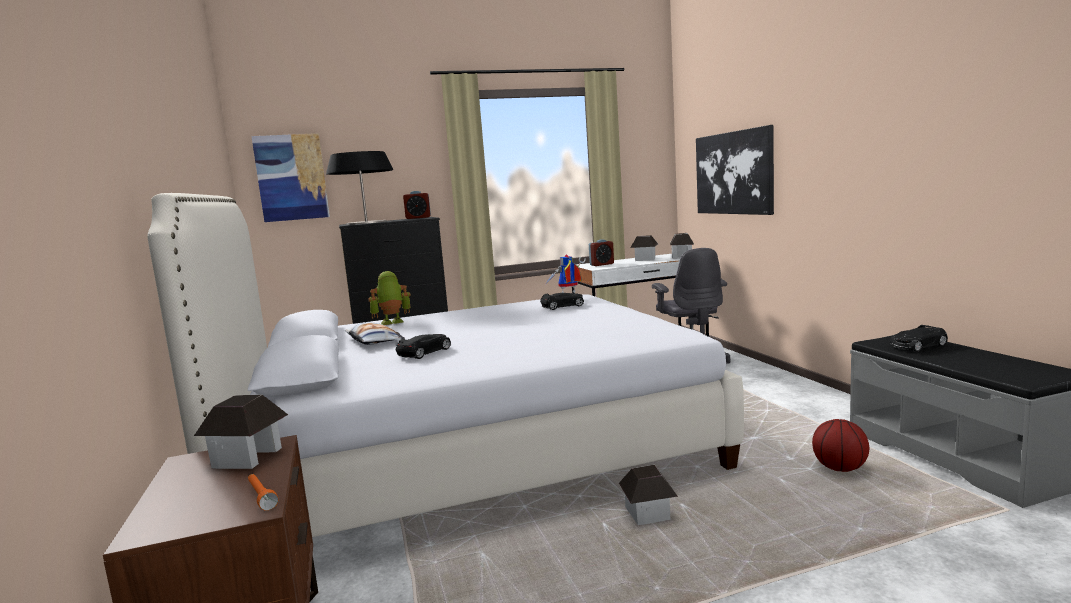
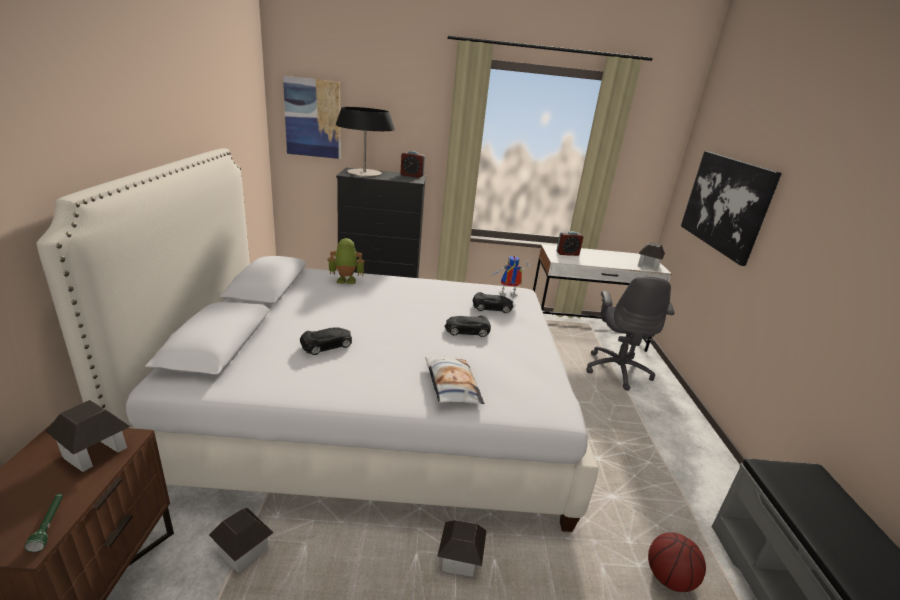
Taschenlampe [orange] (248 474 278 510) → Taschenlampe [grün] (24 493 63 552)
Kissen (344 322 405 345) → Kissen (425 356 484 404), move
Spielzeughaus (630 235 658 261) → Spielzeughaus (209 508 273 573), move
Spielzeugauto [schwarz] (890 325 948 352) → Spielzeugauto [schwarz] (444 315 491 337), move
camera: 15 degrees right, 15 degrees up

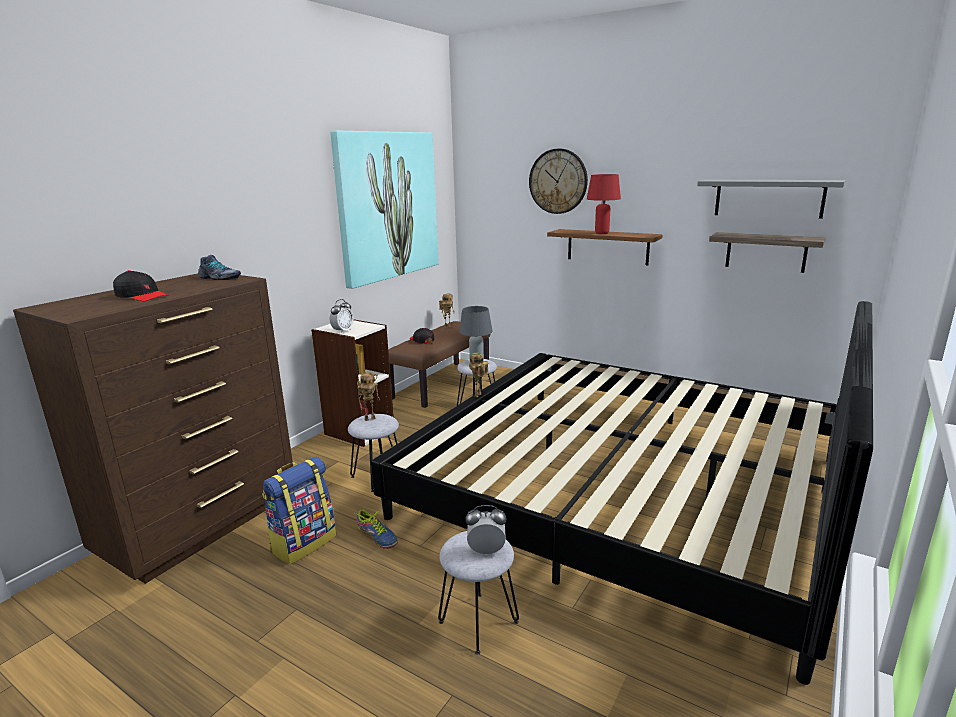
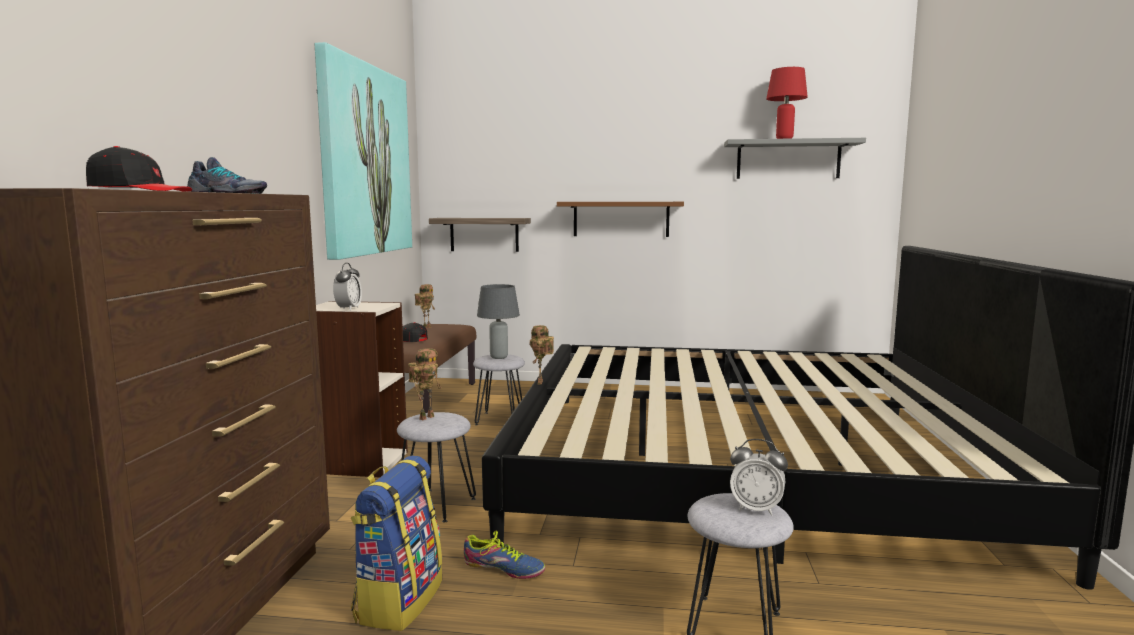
Wecker (465 505 506 555) → Wecker (730 439 788 516), 135 degrees counterclockwise
Wanduhr (529 148 588 214) → -
Tischlampe [rot] (587 174 621 234) → Tischlampe [rot] (766 67 808 139), move
Wandregal (709 232 826 273) → Wandregal (429 218 531 252), move
camera: 25 degrees left, 10 degrees down

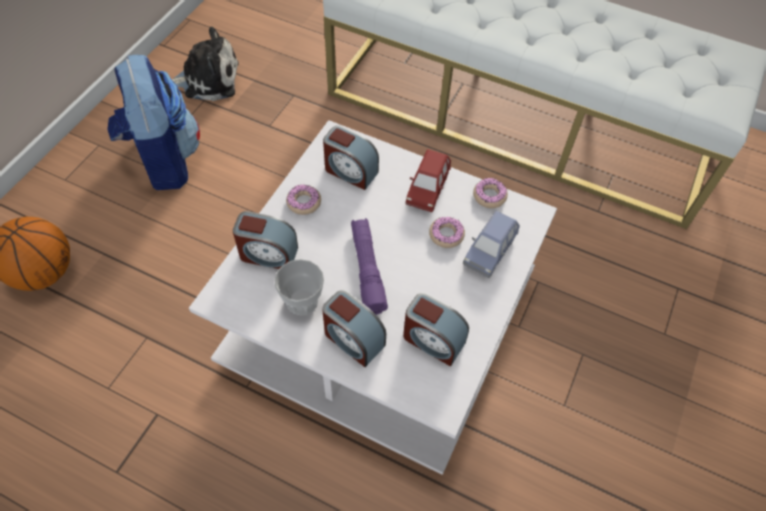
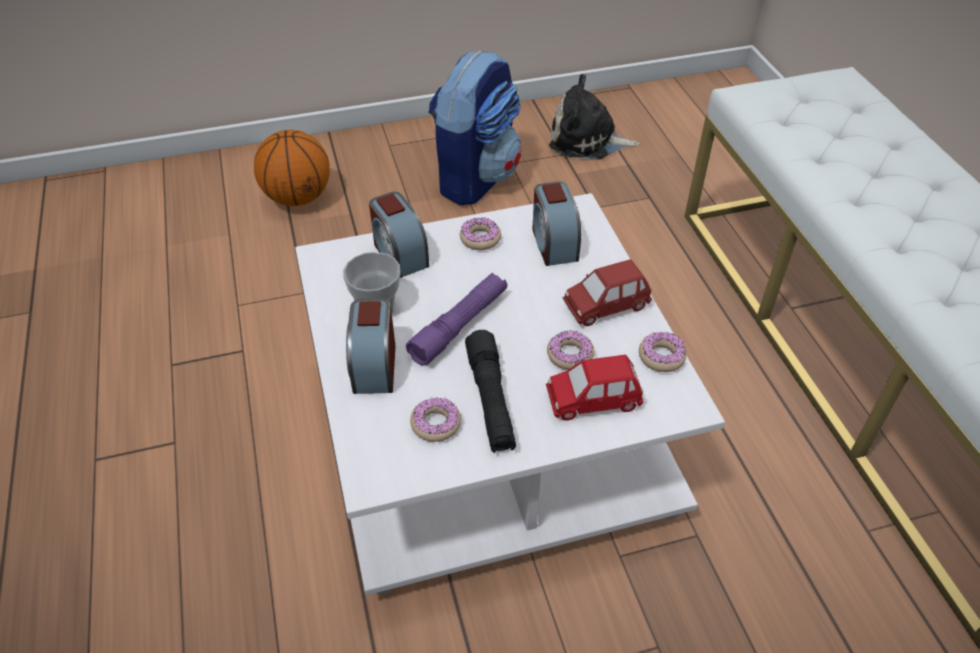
Plüschtier (172 27 239 101) → Plüschtier (549 74 640 160), 150 degrees clockwise
Wecker (403 293 469 367) → Donut (410 398 461 442)
Spielzeugauto [blau] (463 211 520 278) → Spielzeugauto [rot] (546 355 644 420)
- → Taschenlampe [schwarz] (465 330 516 453)
camera: 50 degrees right, 10 degrees down

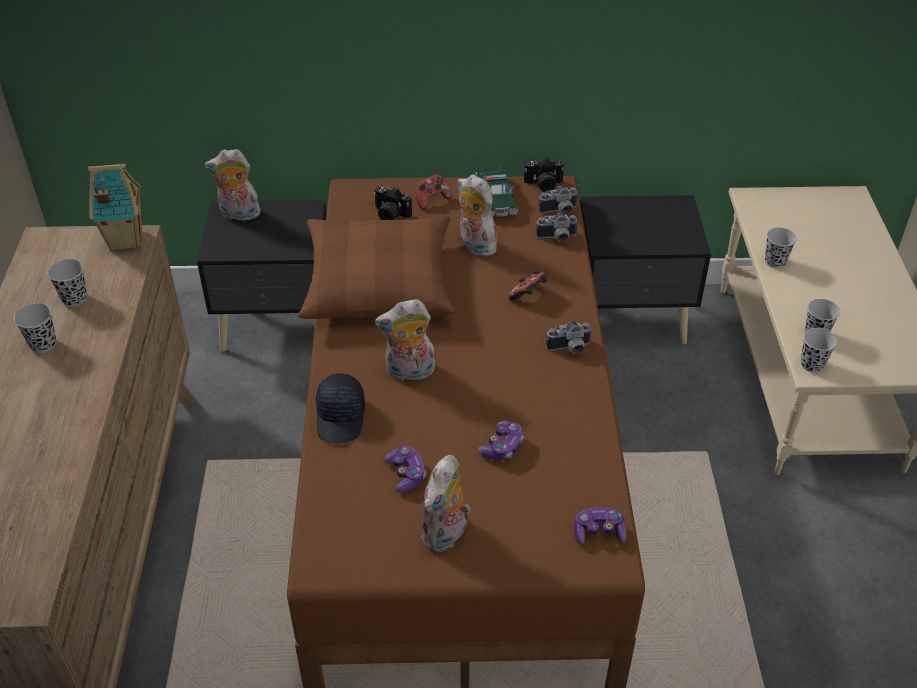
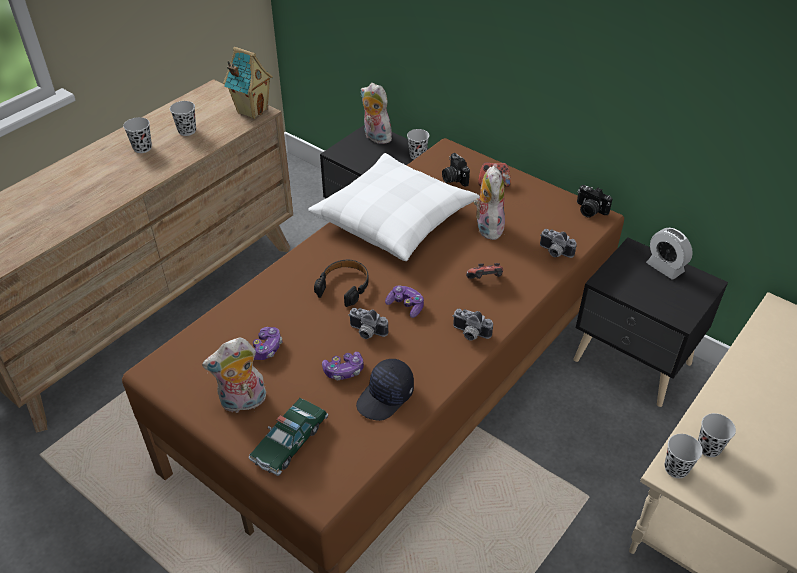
Kissen [braun] (298 216 455 319) → Kissen [weiß] (308 153 480 261)
Kappe [schwarz] (316 373 365 443) → Kappe [schwarz] (356 359 414 421), move
Plüschtier (375 299 435 381) → Kopfhörer [schwarz] (314 260 369 307)
Spielzeugauto (475 166 518 217) → Spielzeugauto (249 398 328 476), move
Kamera (539 186 579 214) → Kamera (348 308 388 339), move
Gamepad (574 507 626 545) → Gamepad (385 285 424 318), move
Tasse [schwarz] (765 227 797 268) → Tasse [schwarz] (407 129 429 160), move
- → Wecker (646 228 693 280)
camera: 40 degrees right, 0 degrees up

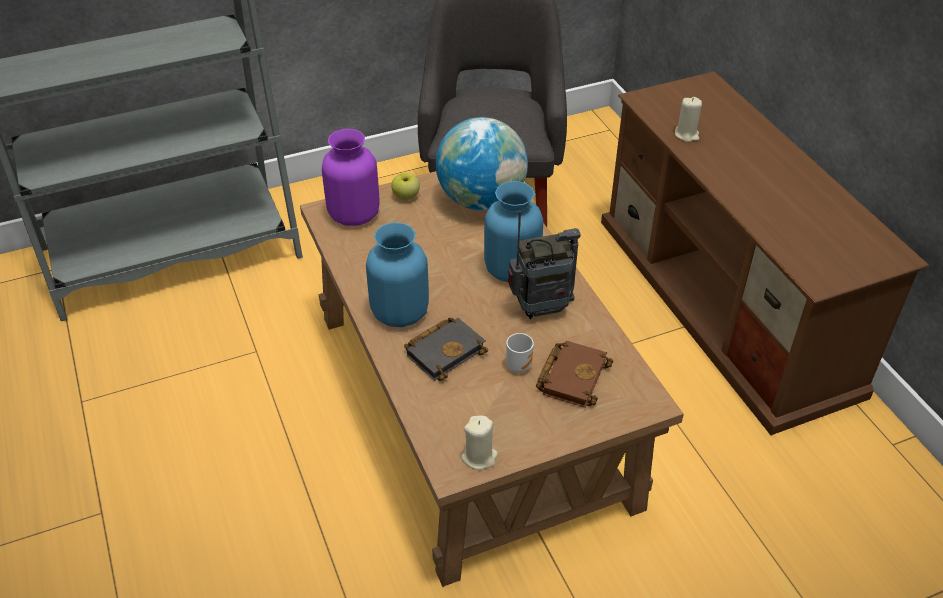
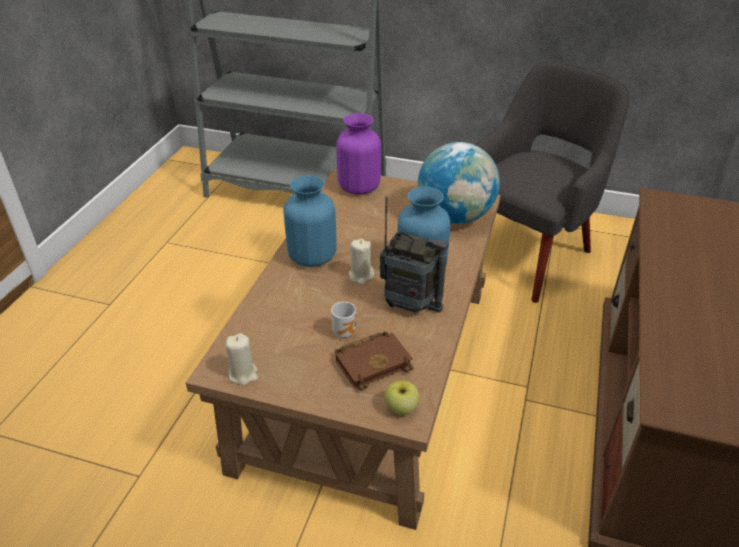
Apfel (391 173 420 200) → Apfel (385 381 420 415), move
Buch [schwarz] (404 317 488 381) → -
Kerze [beige] (675 97 702 142) → Kerze [beige] (349 239 374 285), move
camera: 40 degrees right, 5 degrees down

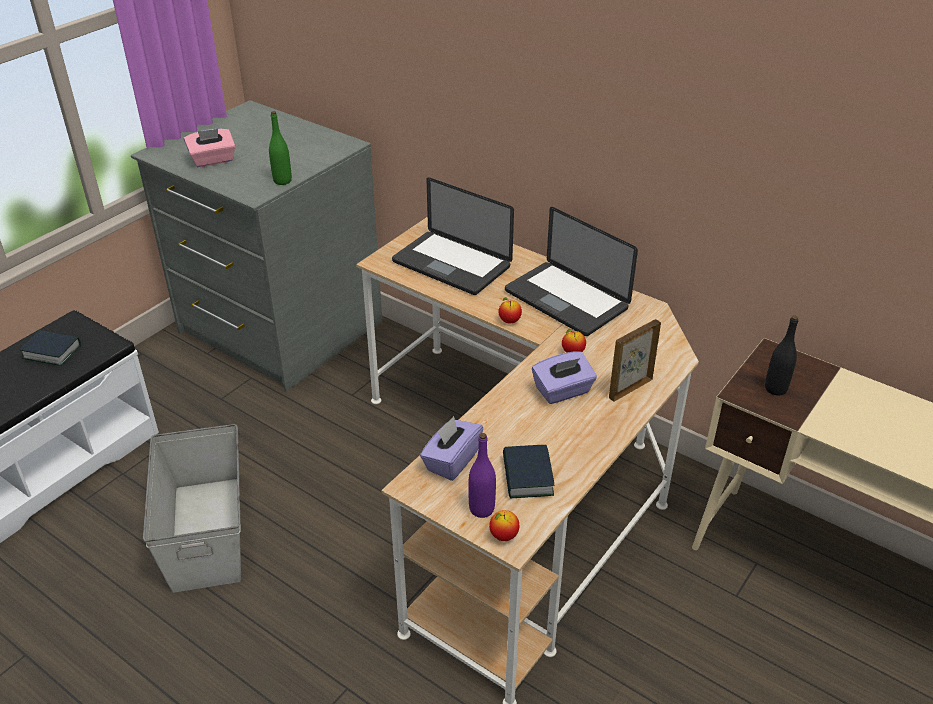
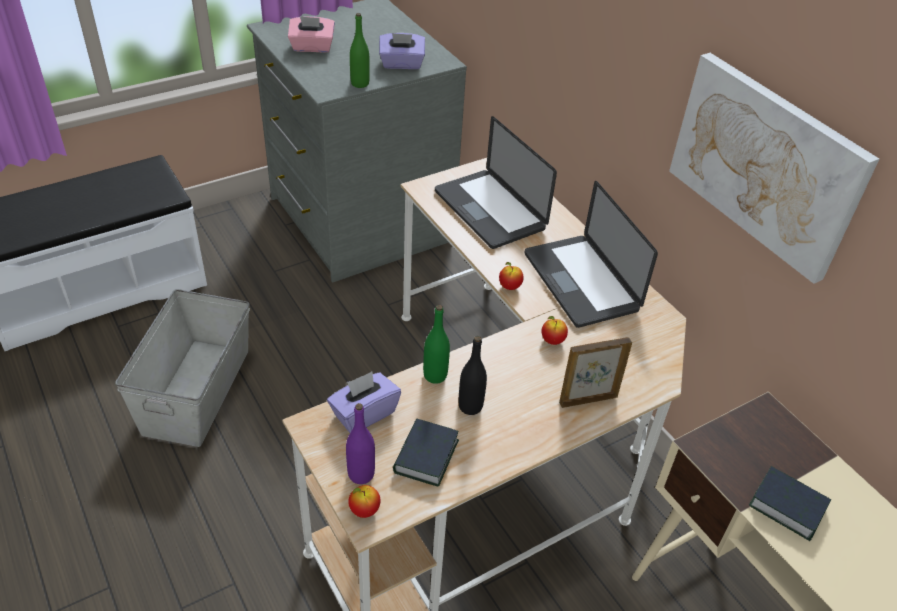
Buch (19 330 81 366) → Buch (749 466 832 541), move
Taschentuchbox [lila] (532 352 597 404) → Taschentuchbox [lila] (379 33 425 69), move
Flasche [schwarz] (765 315 798 395) → Flasche [schwarz] (459 336 487 415), move
- → Flasche [grün] (423 305 450 384)
- → Bild (669 53 879 284)
camera: 20 degrees right, 5 degrees up

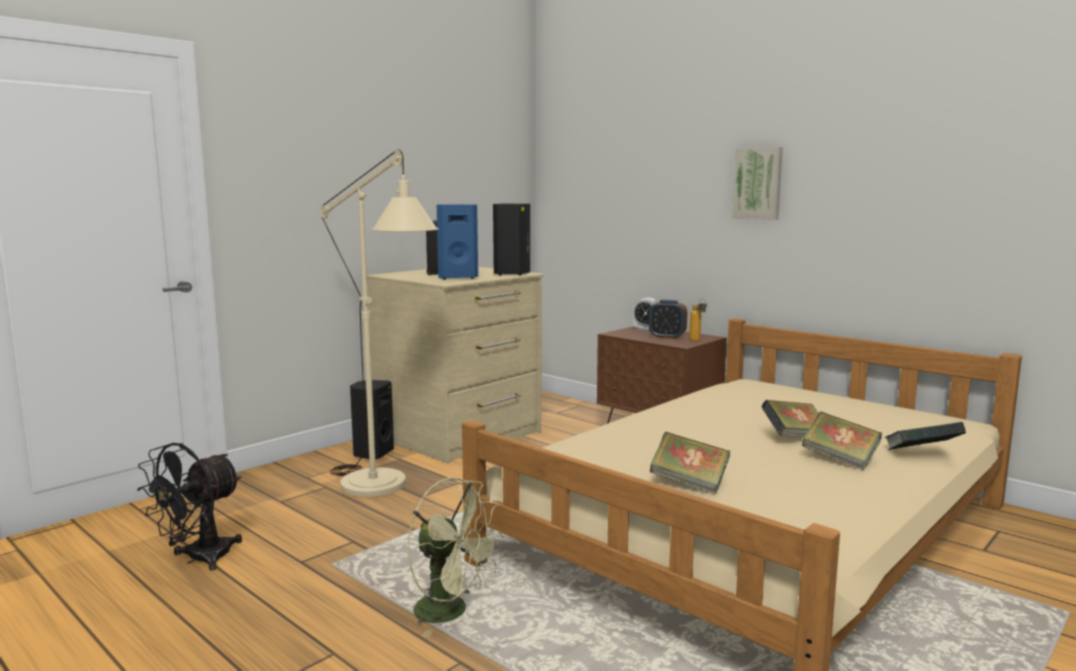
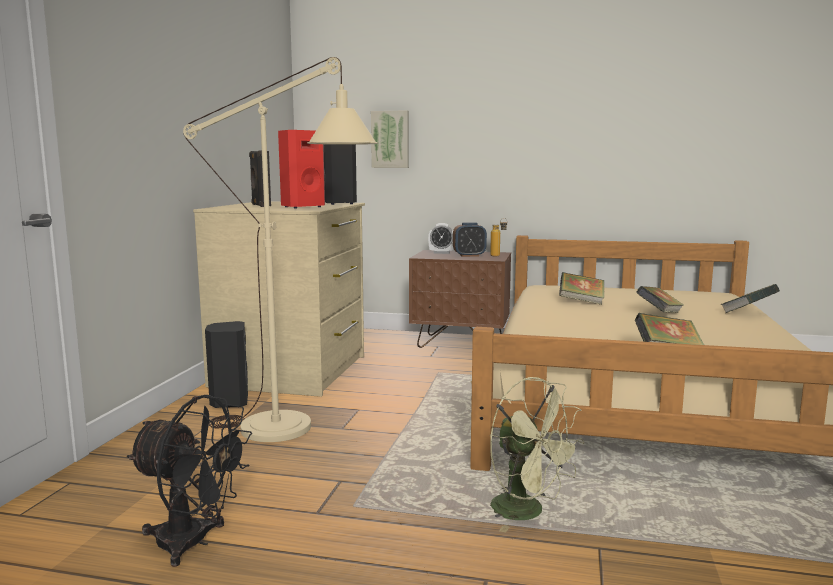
Ventilator [schwarz] (137 443 242 571) → Ventilator [schwarz] (127 395 252 567), 75 degrees counterclockwise
Ventilator [grün] (408 477 503 637) → Ventilator [grün] (490 377 584 533), 45 degrees clockwise
Lautsprecher [blau] (437 204 478 280) → Lautsprecher [rot] (278 130 325 209)
Bild (732 147 783 220) → Bild (371 110 409 168), move
Buch (802 412 882 470) → Buch (559 272 604 305), move
camera: 30 degrees left, 0 degrees up

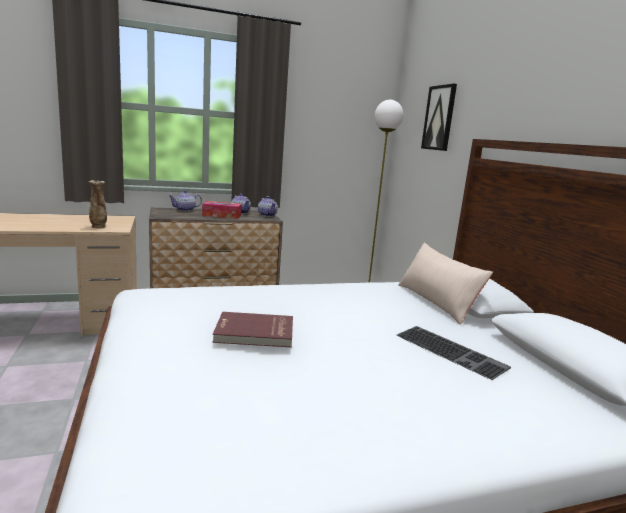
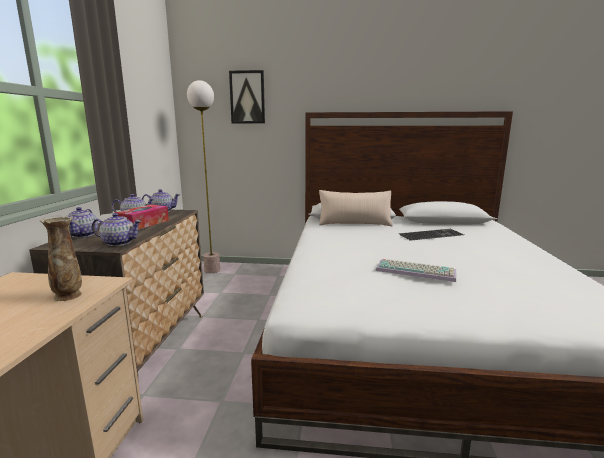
Buch [rot] (212 312 293 347) → Tastatur (376 259 456 282)
- → Teekanne (92 213 142 246)
camera: 65 degrees left, 0 degrees up

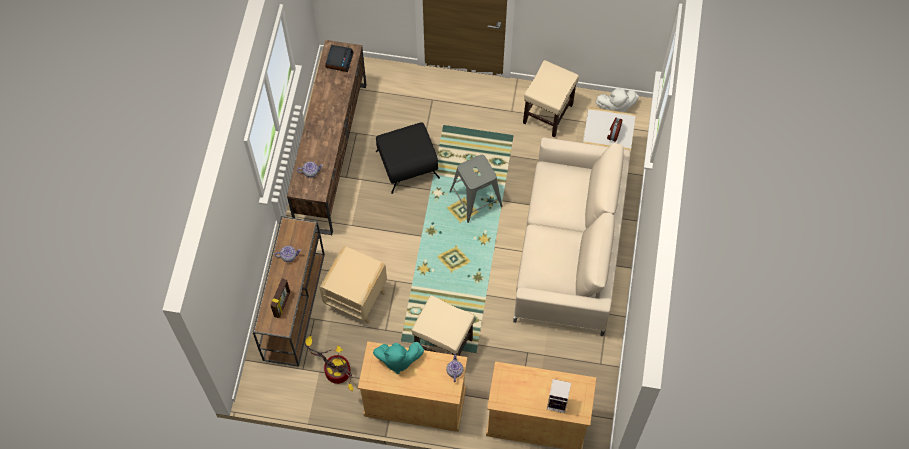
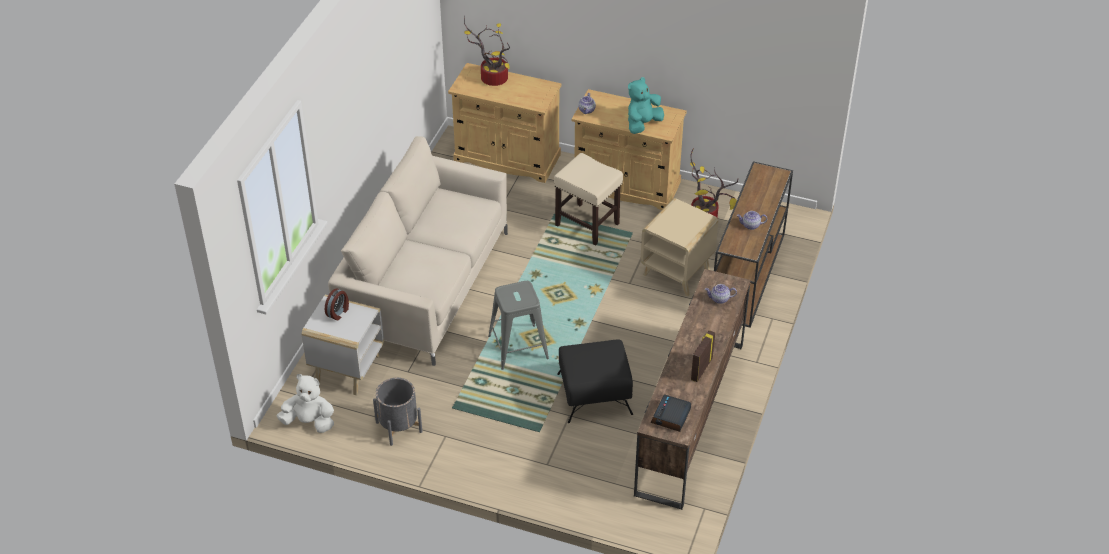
Bilderrahmen (270 278 290 318) → Bilderrahmen (691 330 715 382), move
Plüschtier [türkis] (373 342 424 374) → Plüschtier [türkis] (628 77 664 134), 60 degrees counterclockwise
Hocker [beige] (523 60 579 138) → Pflanzkübel [grau] (373 378 422 446)
Lautsprecher (547 379 571 413) → Topfpflanze (464 15 510 86)
camera: 170 degrees left, 20 degrees down

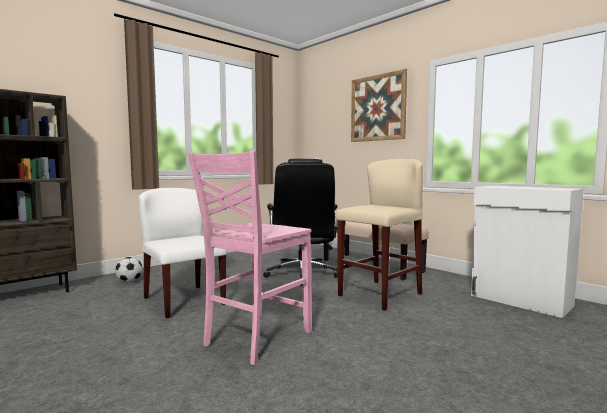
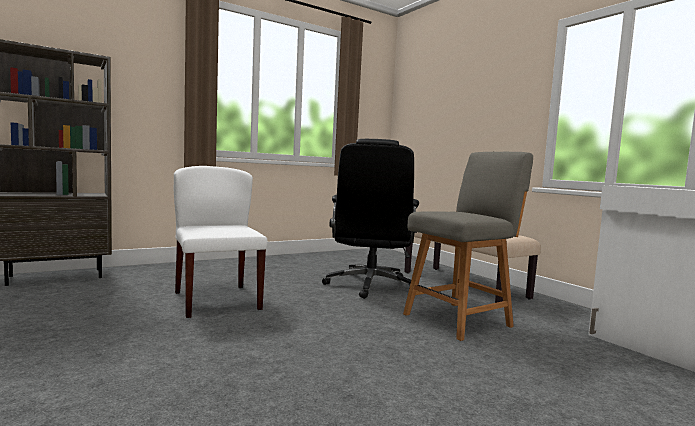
Fußball (115 257 143 282) → -
Stuhl [rosa] (188 151 312 365) → -
Hocker [beige] (335 159 423 311) → Stuhl [grau] (403 152 533 341)
Bild (351 69 407 142) → -
camera: 10 degrees right, 0 degrees up

